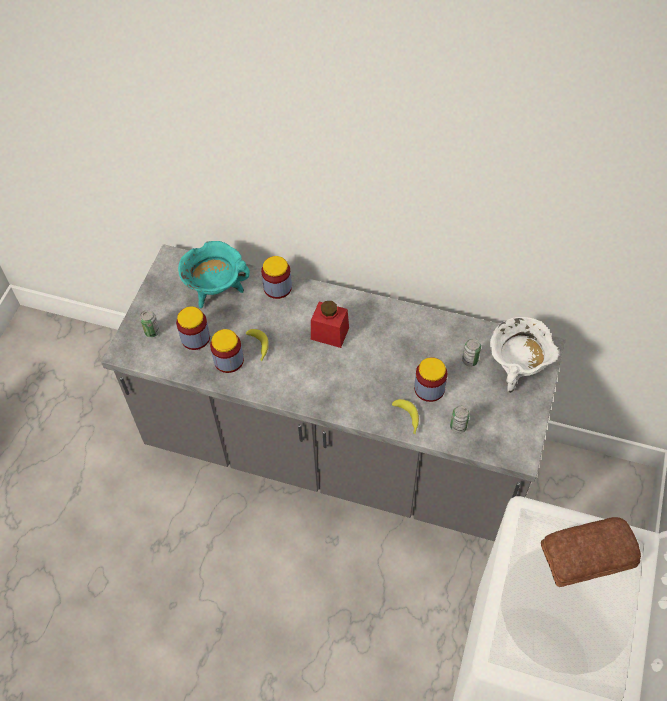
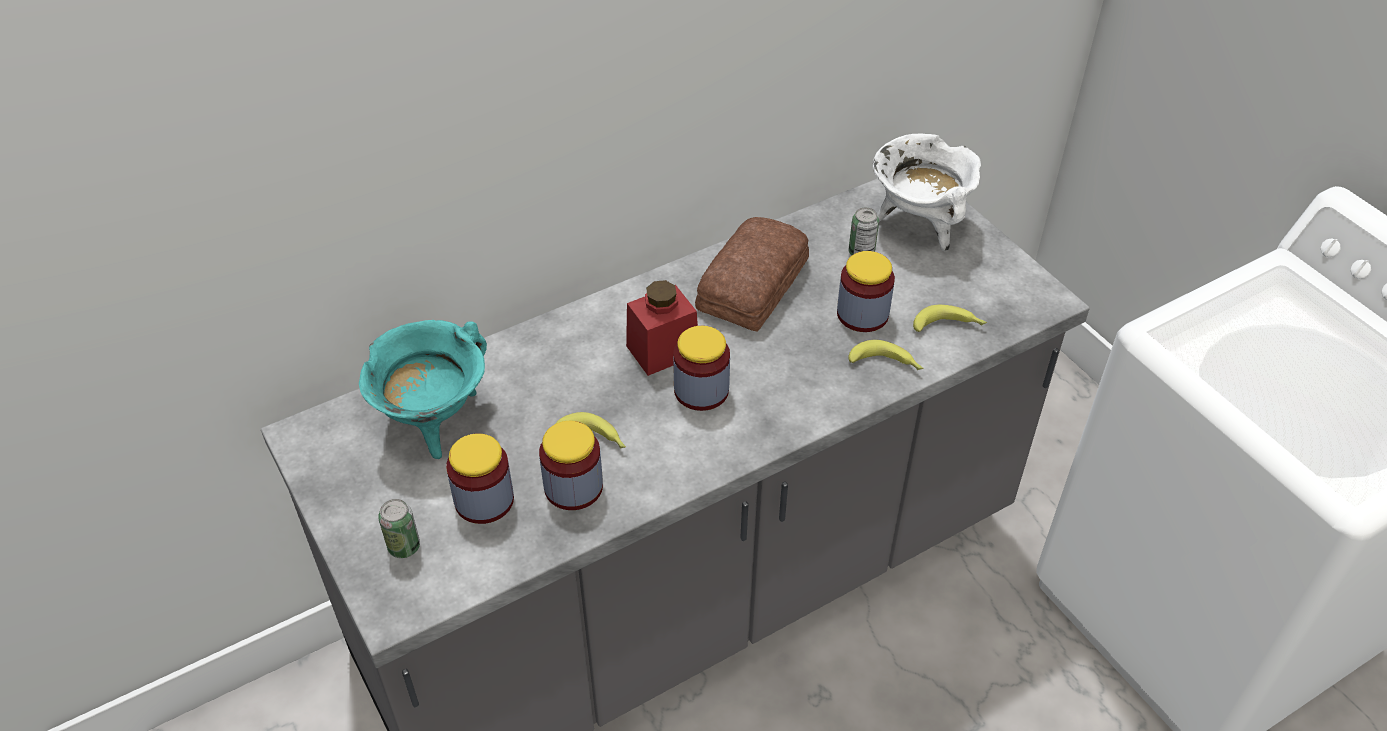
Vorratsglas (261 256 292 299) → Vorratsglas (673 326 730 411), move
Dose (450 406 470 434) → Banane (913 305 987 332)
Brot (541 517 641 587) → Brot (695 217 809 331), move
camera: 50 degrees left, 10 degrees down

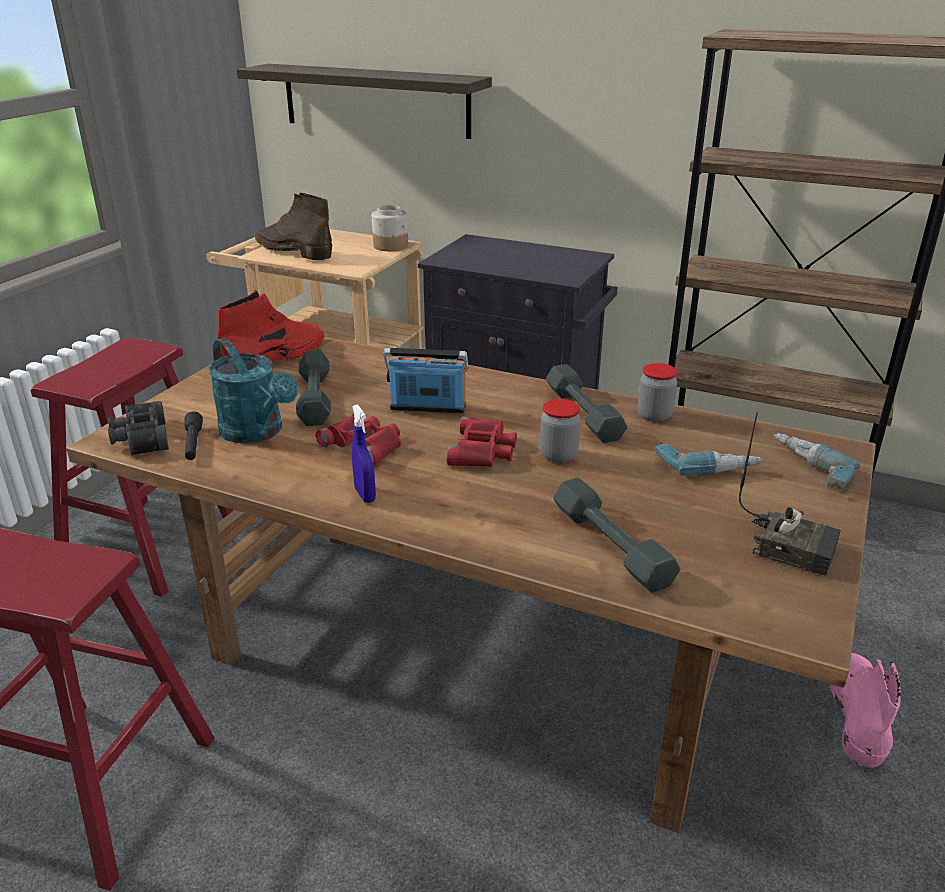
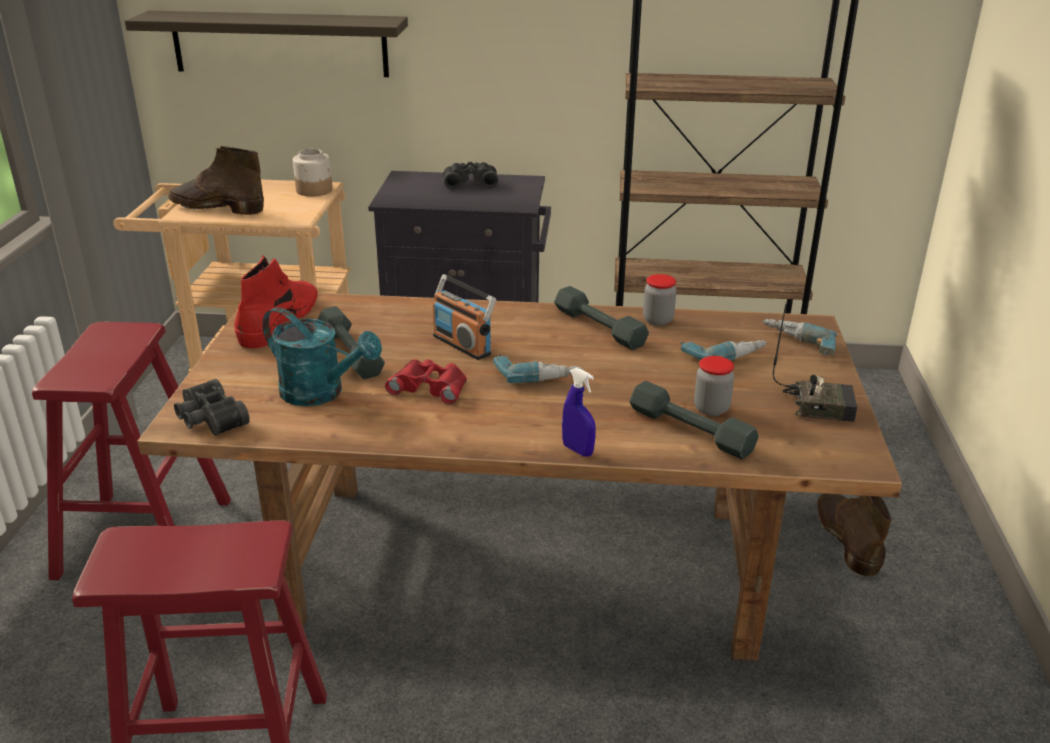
Taschenlampe [schwarz] (184 411 203 460) → -
Sprühflasche [blau] (352 404 376 503) → Sprühflasche [blau] (562 367 596 457), move
Radio (383 348 469 413) → Radio (433 274 496 360), 120 degrees counterclockwise
Fernglas [rot] (447 416 517 467) → Bohrmaschine (493 354 584 383)
Vorratsglas (540 399 581 463) → Vorratsglas (694 356 734 416), move
Stiefel [rosa] (830 653 901 768) → Stiefel [braun] (817 493 891 577)
- → Fernglas [schwarz] (443 162 498 189)
camera: 20 degrees left, 0 degrees up

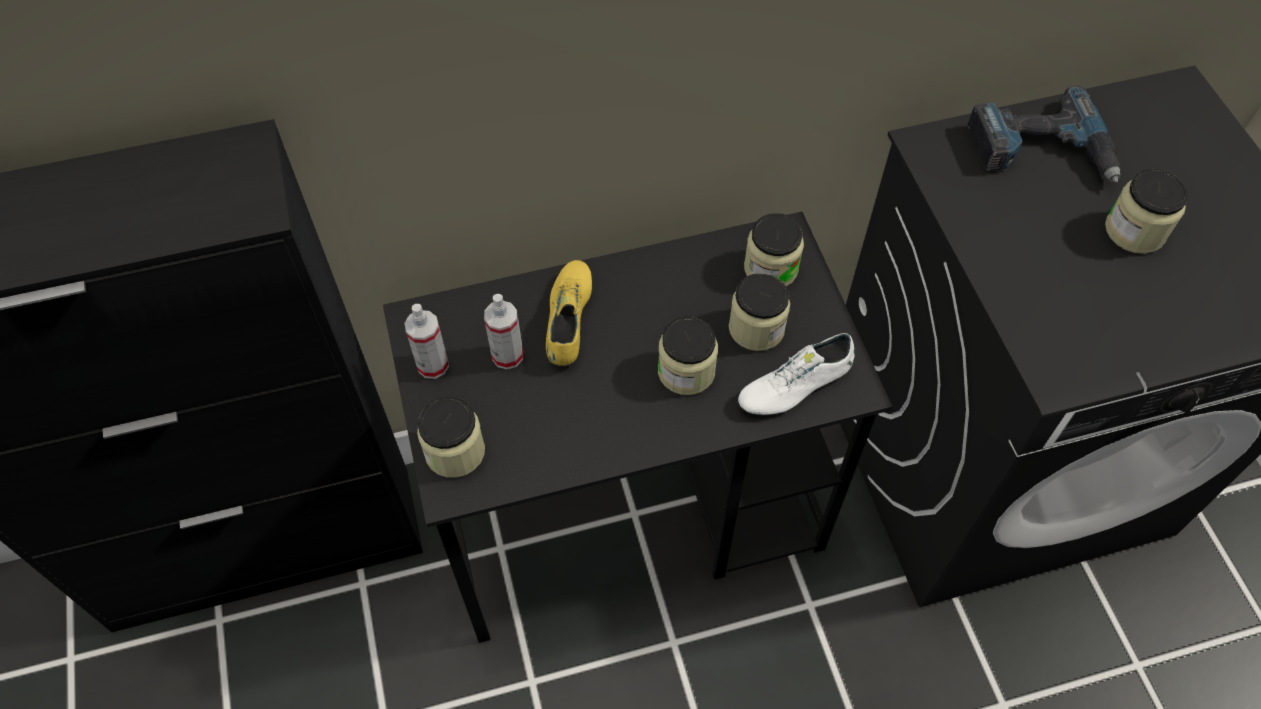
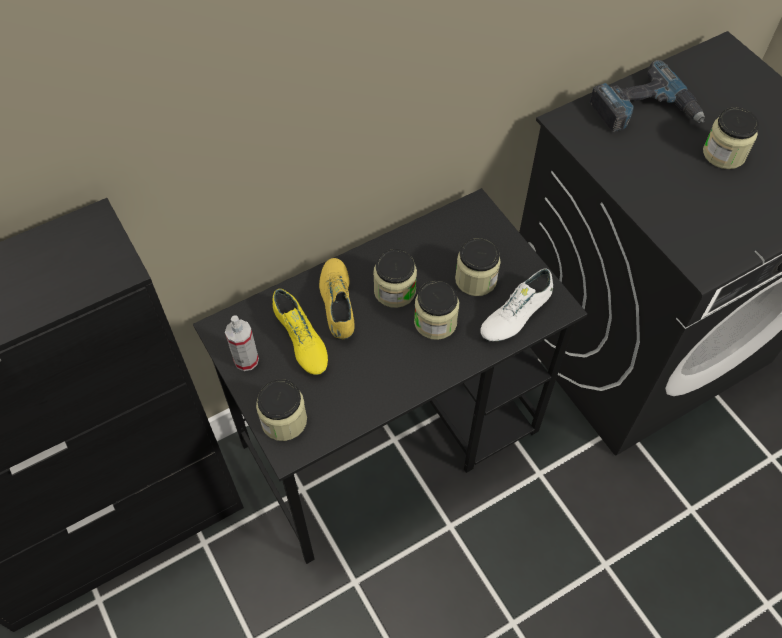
Sprühflasche (484 294 523 369) → Schuh [gelb] (273 289 328 375)
Vorratsglas (744 213 804 286) → Vorratsglas (373 249 417 308), move
camera: 15 degrees left, 0 degrees up

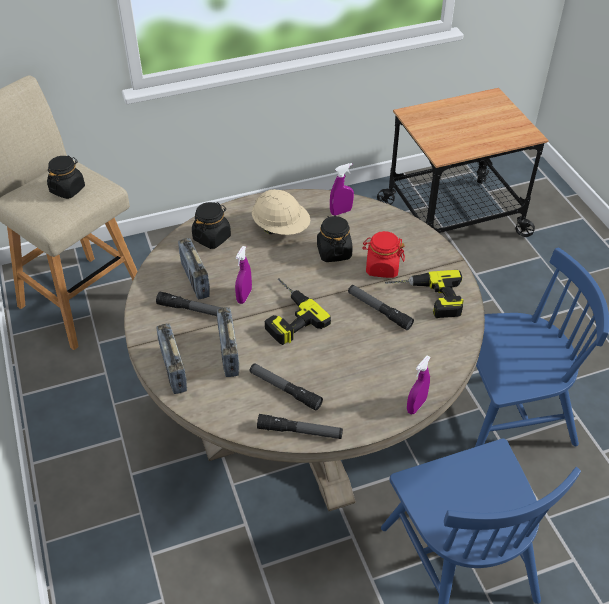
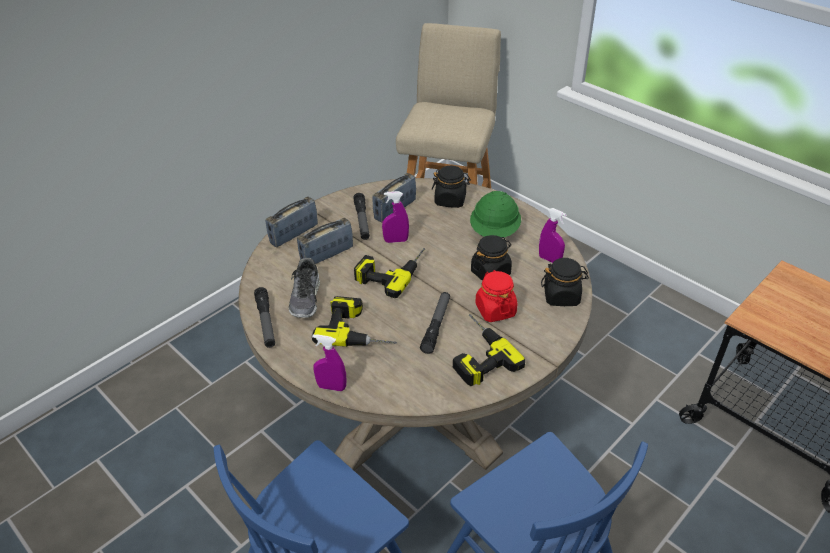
Vorratsglas [schwarz] (47 155 85 199) → Vorratsglas [schwarz] (541 258 589 306), move
Taschenlampe (250 363 323 411) → Schuh (289 258 320 318)
Schutzhelm [beige] (252 189 311 235) → Schutzhelm [grün] (470 191 521 238)
- → Bohrmaschine (312 296 397 347)
camera: 65 degrees right, 5 degrees down

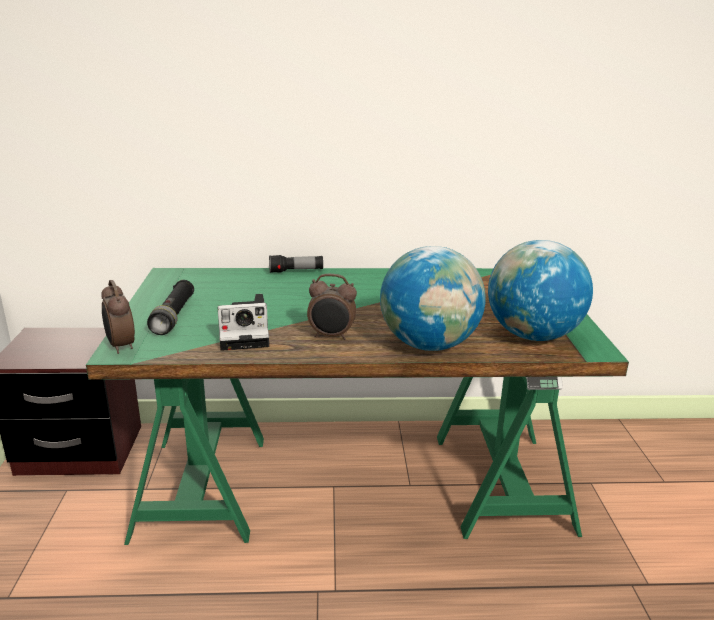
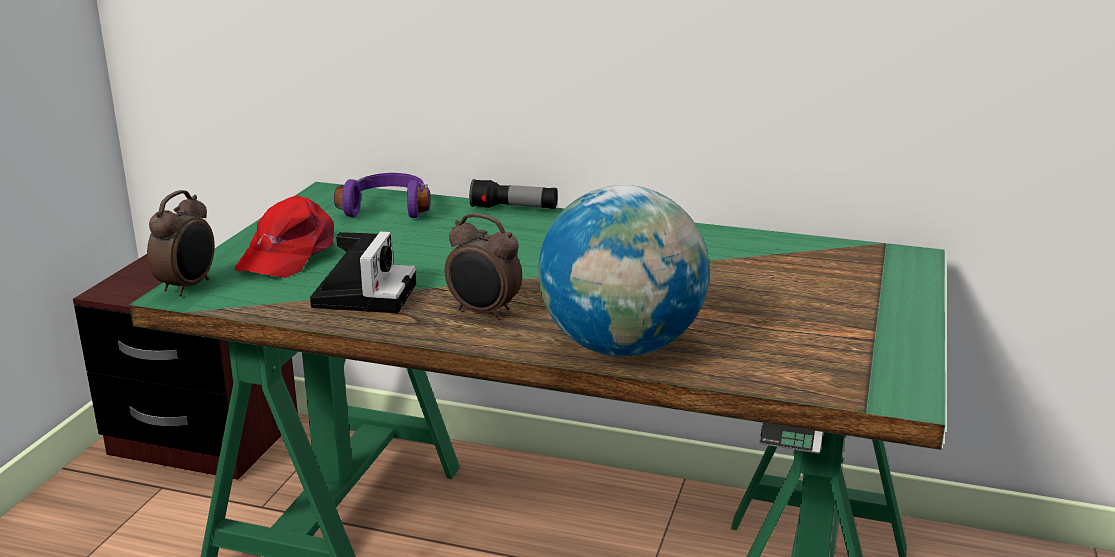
Wecker (101 280 135 354) → Wecker (147 190 215 296), 150 degrees counterclockwise
Taschenlampe [schwarz] (147 280 194 335) → Kappe [rot] (235 195 334 278)
Kamera (218 294 269 351) → Kamera (310 231 416 313), 90 degrees counterclockwise
Globus (488 240 593 341) → -
- → Kopfhörer [lila] (334 173 431 218)
camera: 20 degrees right, 0 degrees up

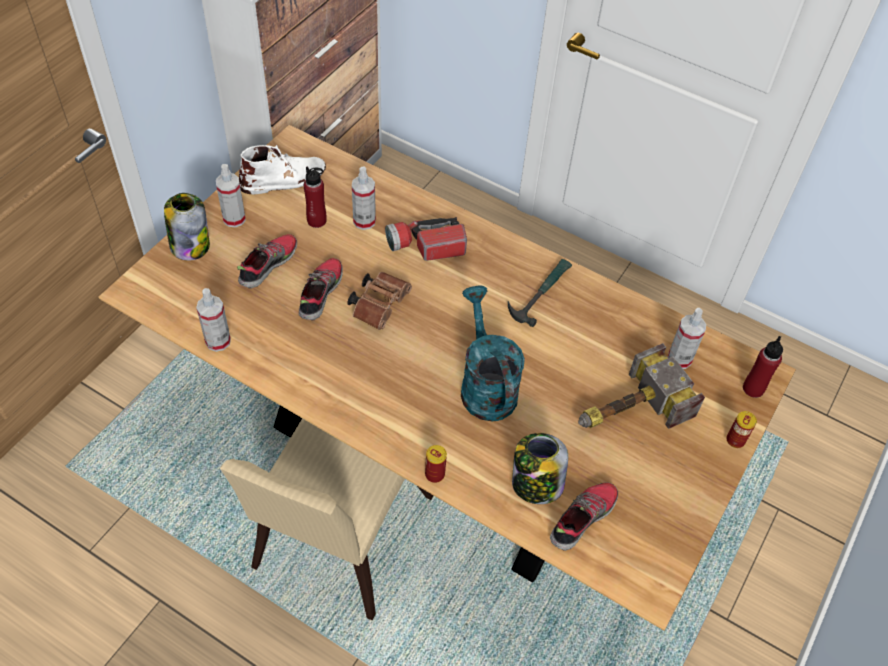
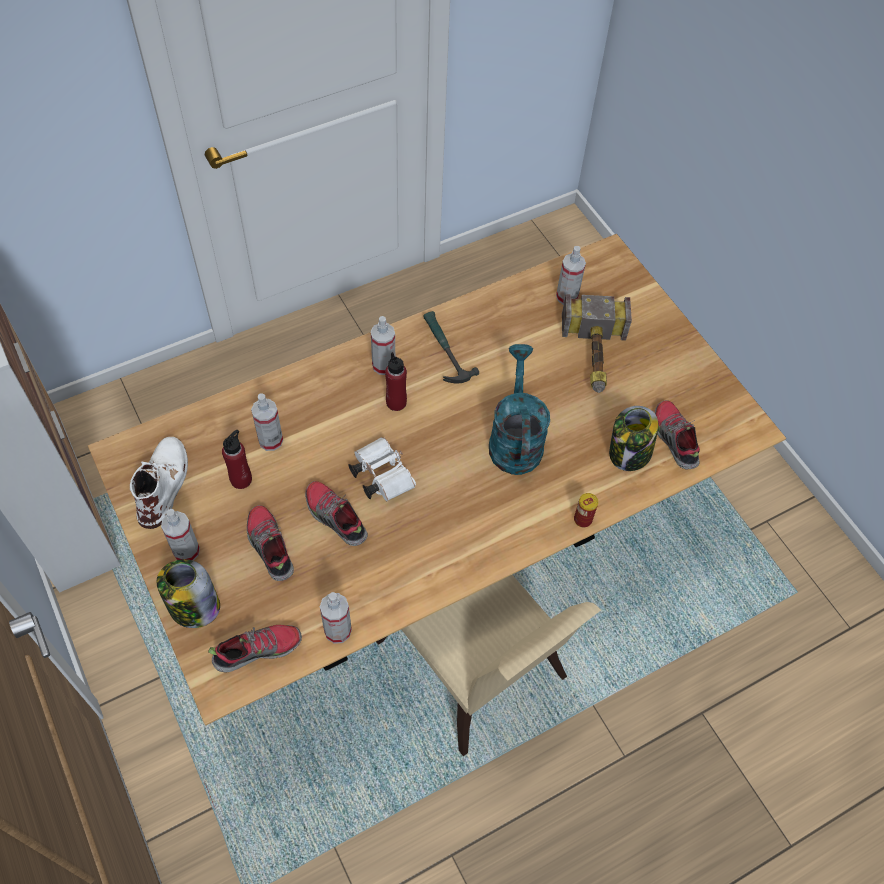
Fernglas [braun] (347 272 412 330) → Fernglas [weiß] (349 437 416 501)
Taschenlampe (385 217 467 261) → -
Gießkanne [türkis] (461 285 525 421) → Gießkanne [türkis] (489 344 550 475), 75 degrees clockwise
Dose (726 411 757 448) → -
Flasche [rot] (743 336 783 398) → Flasche [rot] (385 352 407 411), move
- → Schuh (208 625 302 673)
- → Sprühflasche (371 316 395 375)
camera: 60 degrees left, 5 degrees up

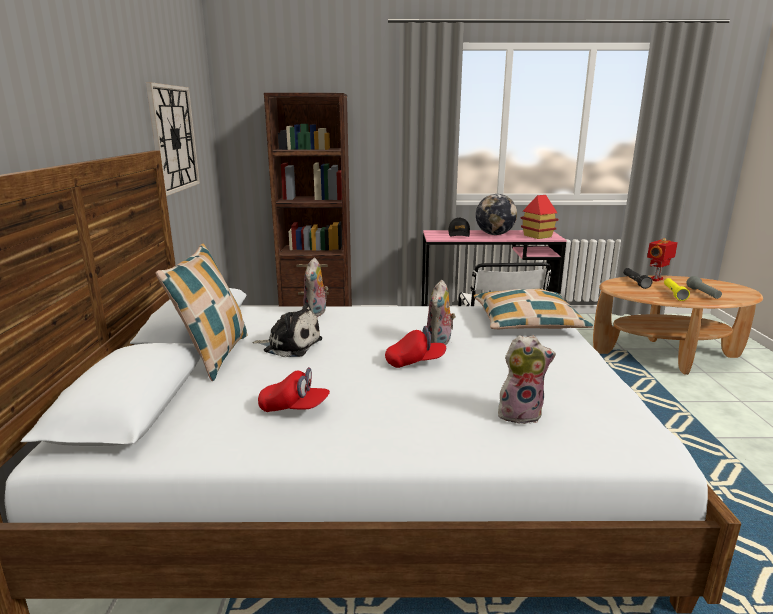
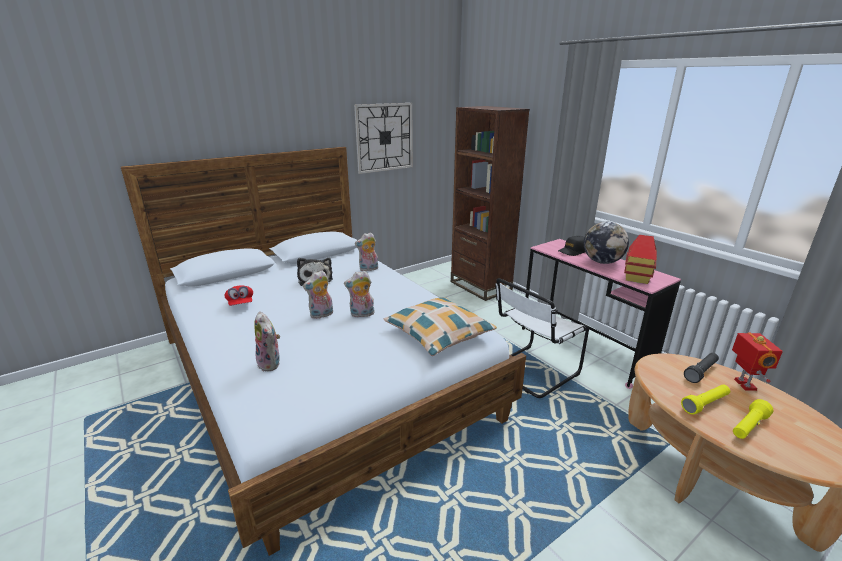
Kissen (155 244 248 381) → -
Kappe [rot] (385 326 446 368) → Plüschtier (303 270 333 319)
Spielzeugroboter (647 238 678 282) → Spielzeugroboter (732 332 783 391), 75 degrees clockwise
Taschenlampe [grau] (686 276 722 299) → Taschenlampe [gelb] (733 399 773 439)
camera: 55 degrees right, 5 degrees up

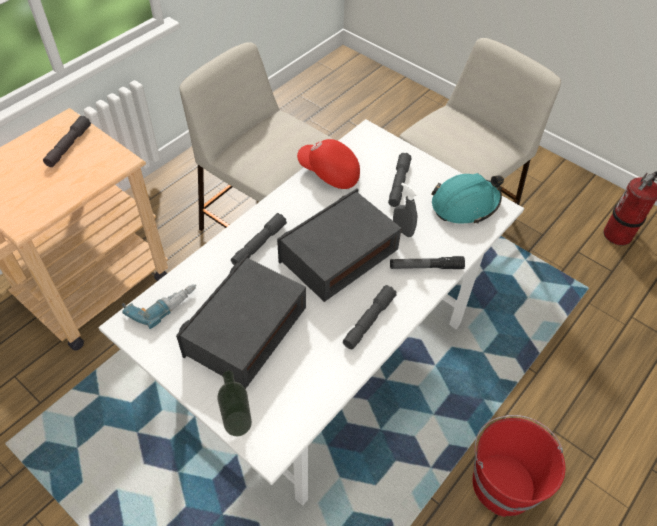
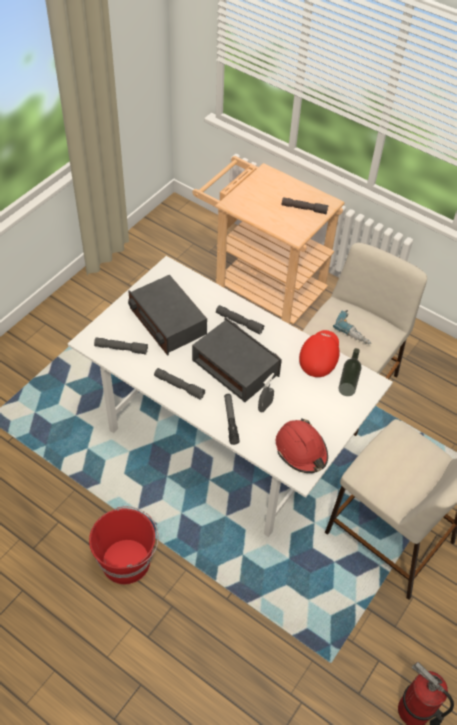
Bohrmaschine (122 284 196 329) → Bohrmaschine (333 310 371 344), move
Radio (176 254 306 389) → Radio (128 274 207 356), 150 degrees counterclockwise
Flasche (217 371 252 436) → Flasche (339 348 361 396), move
Taschenlampe [grau] (388 153 411 207) → Taschenlampe [grau] (94 338 148 354), move
Schutzhelm [türkis] (431 173 504 224) → Schutzhelm [rot] (276 418 328 473)
camera: 85 degrees right, 0 degrees up

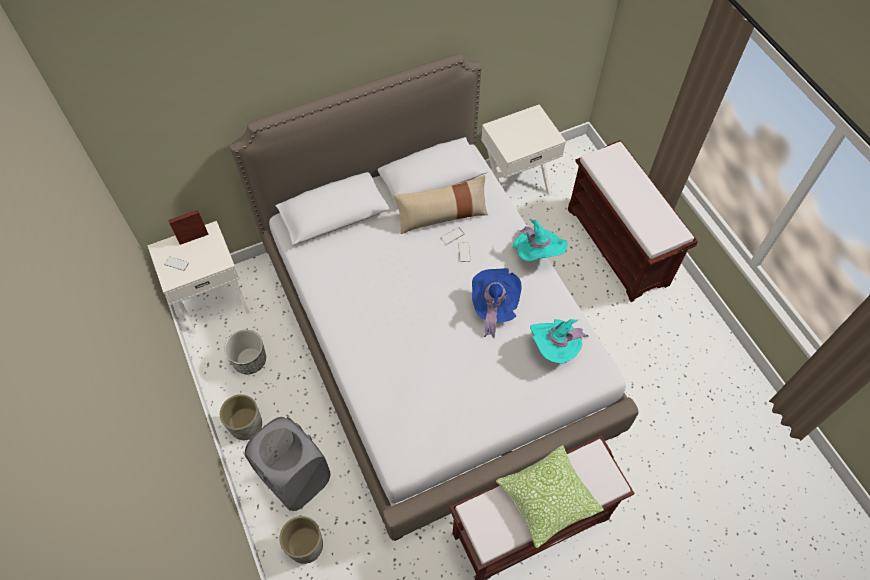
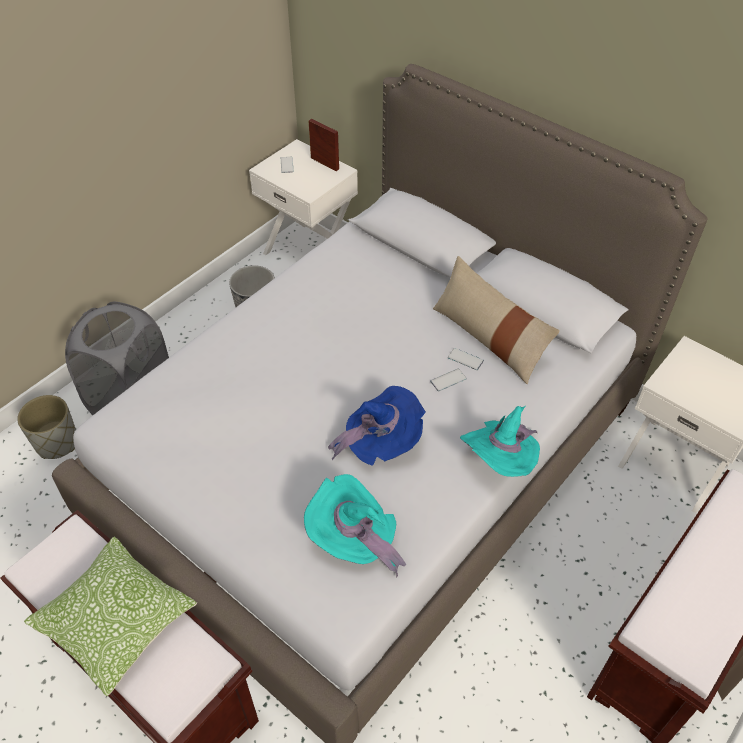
Pflanzkübel [grau] (220 394 262 440) → -
camera: 65 degrees right, 10 degrees down

